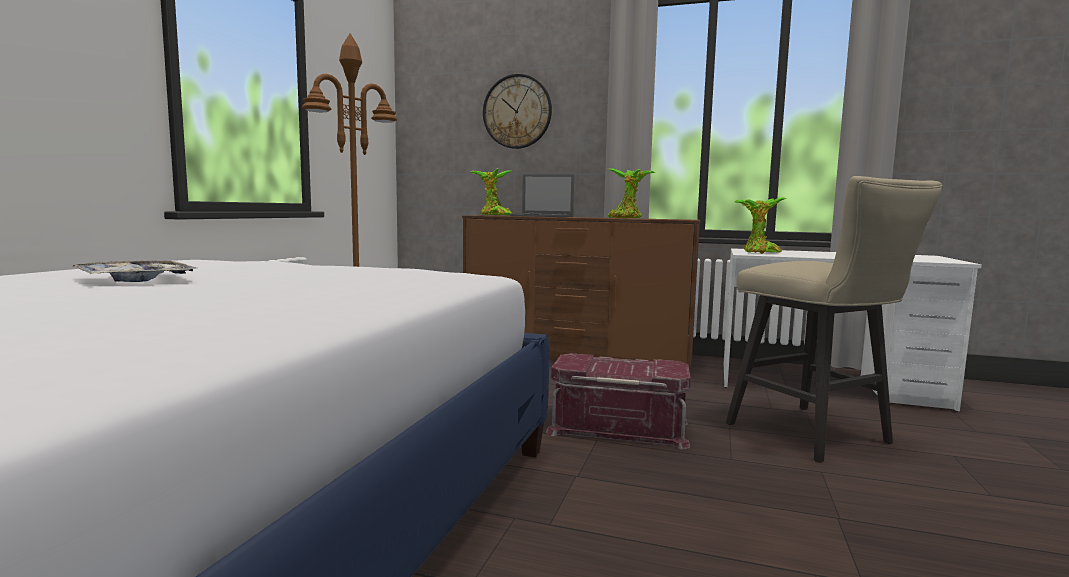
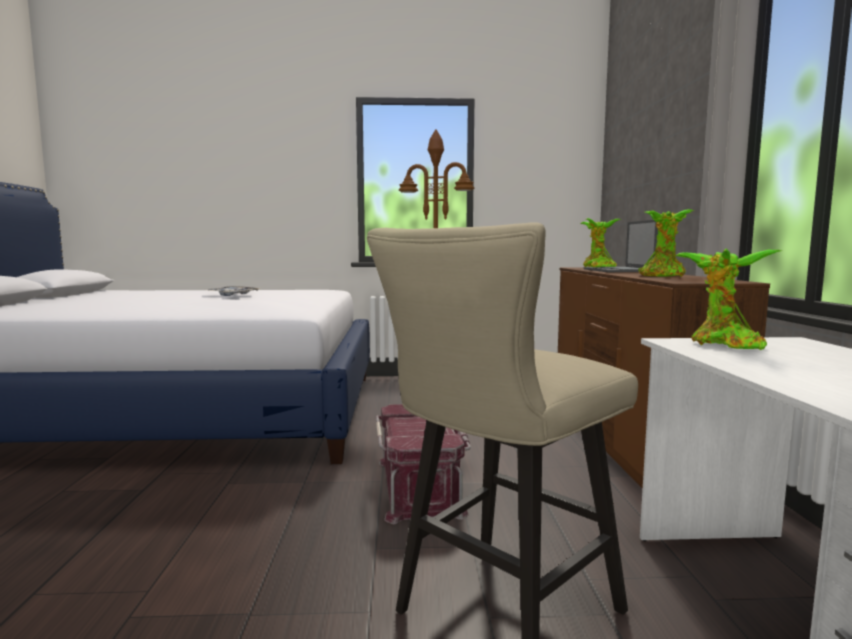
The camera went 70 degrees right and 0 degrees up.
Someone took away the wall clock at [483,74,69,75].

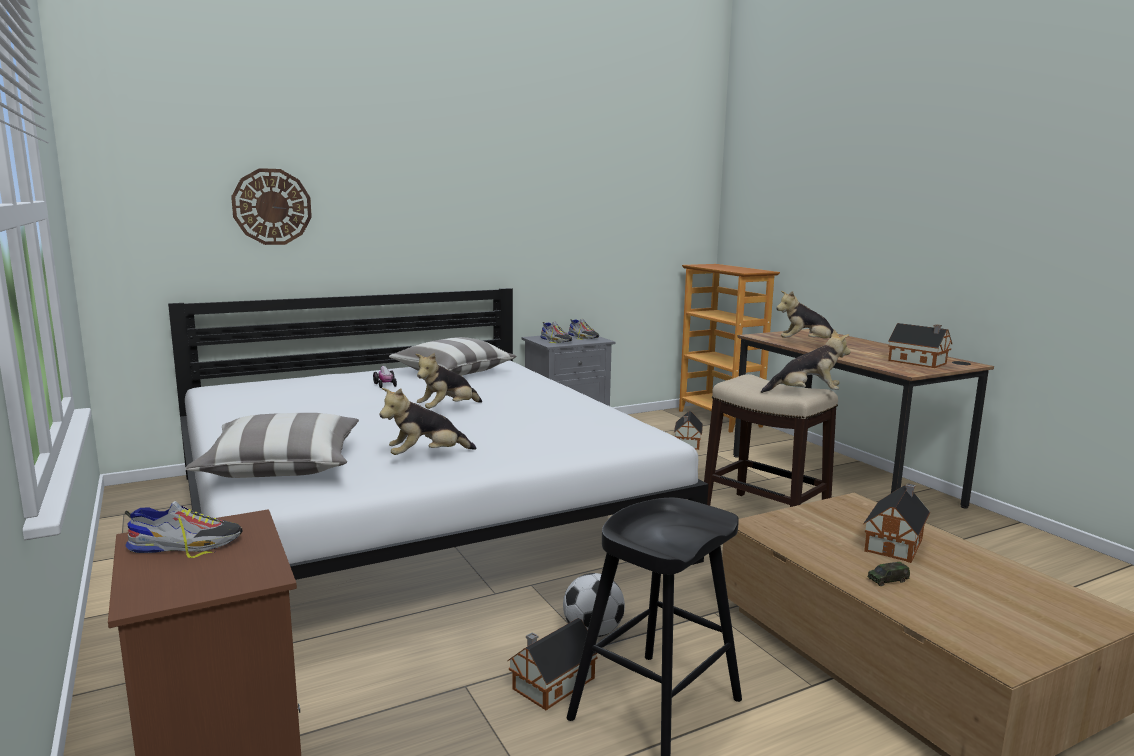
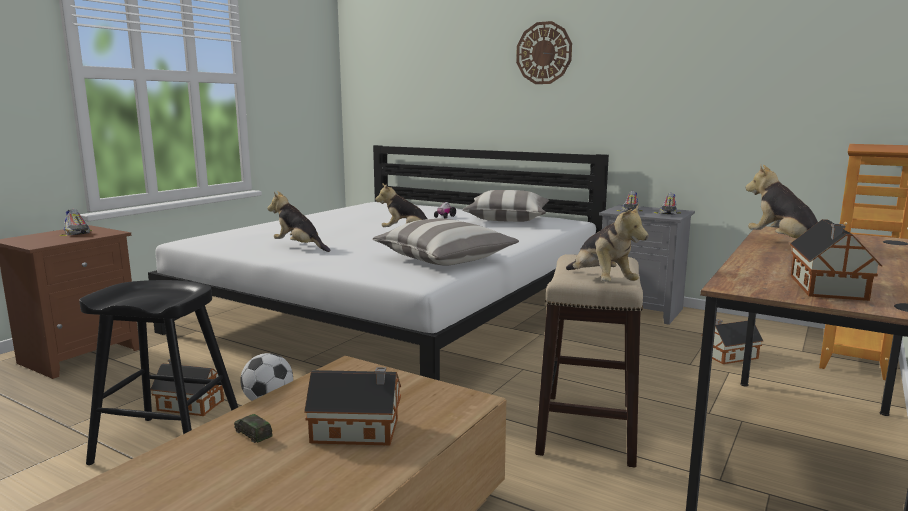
The camera went 60 degrees right and 0 degrees up.
Someone carried the pillow from [185,413,174,65] to [372,218,147,48].
Someone carried the wall clock from [231,168,81,77] to [516,21,56,63].

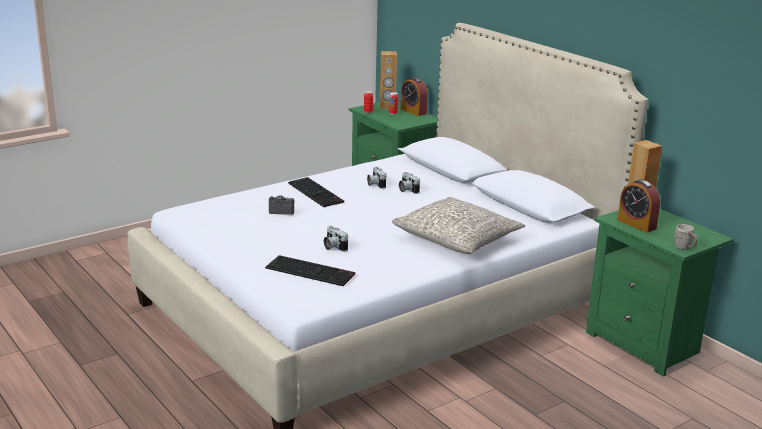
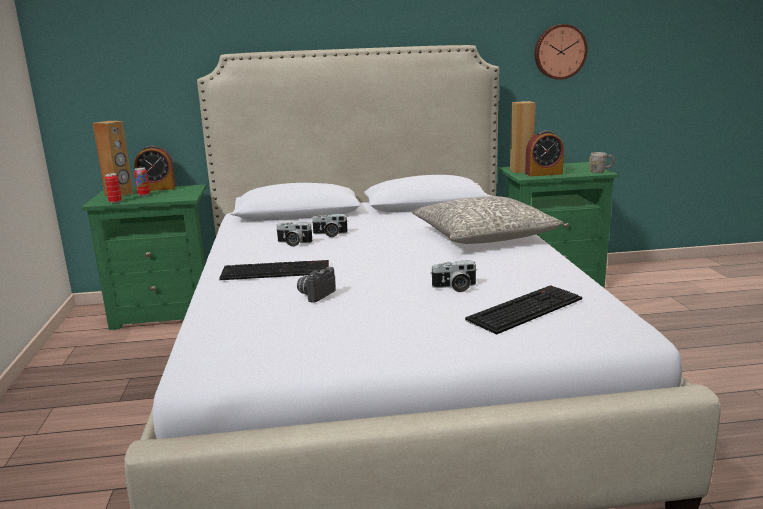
The camera went 60 degrees left and 5 degrees down.
Someone put up the wall clock at [534,24,54,56].

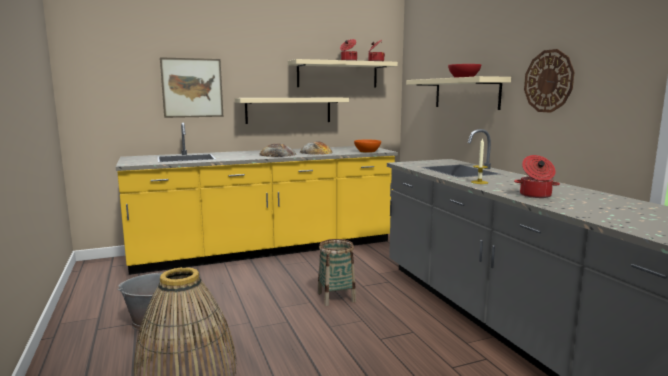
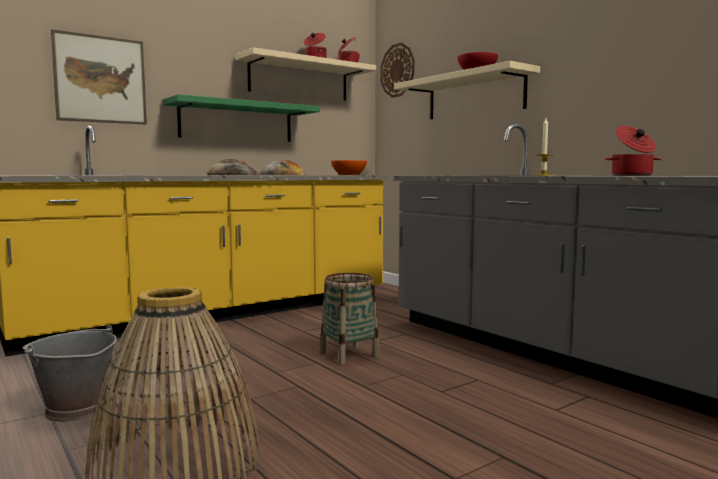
The camera went 15 degrees left and 5 degrees down.
Someone repainted the shelf (beige) at [235,98,114,26], which became the shelf (green) at [163,94,157,48].
Someone carried the wall clock from [524,49,50,64] to [380,43,34,55].

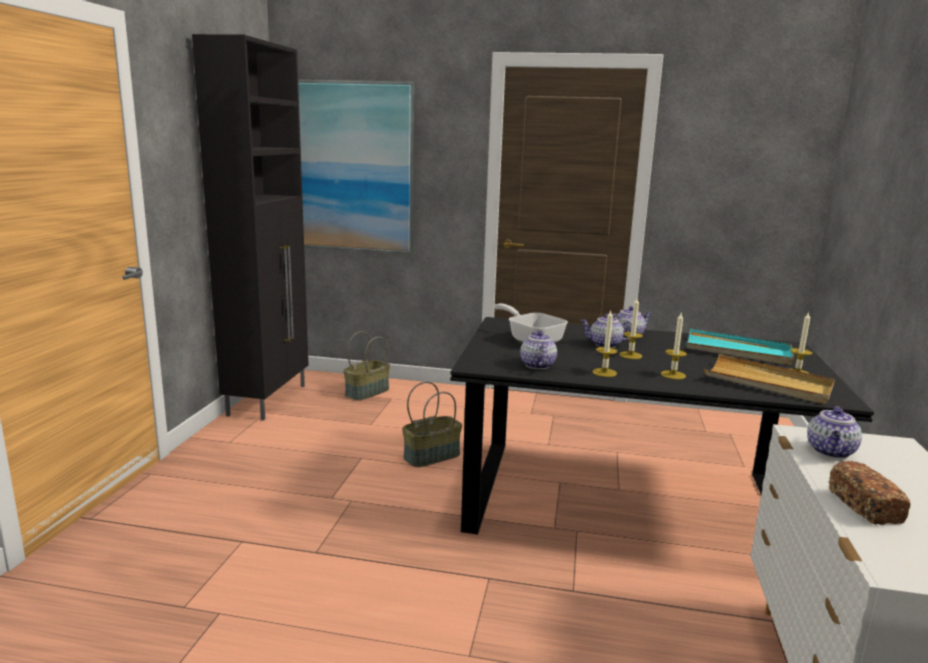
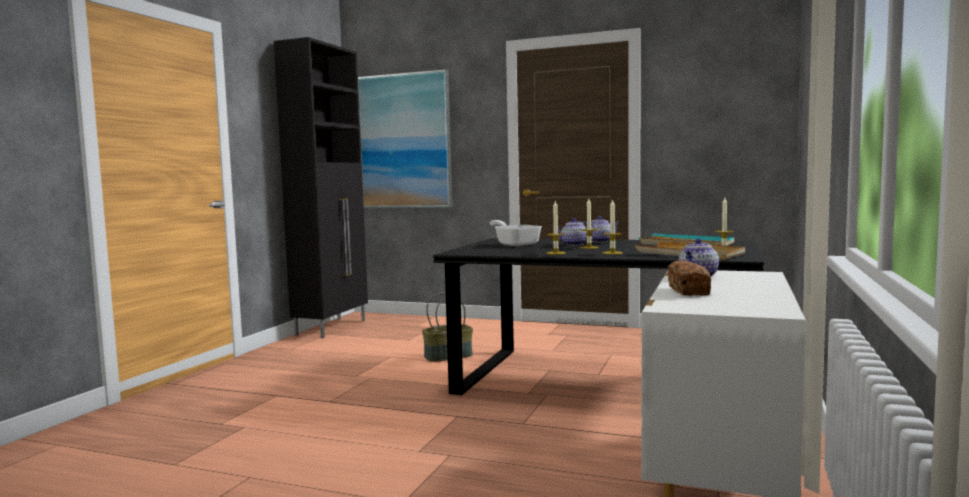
The camera went 10 degrees right and 10 degrees down.
Someone took away the basket at [343,331,47,70].
Someone took away the teapot at [520,331,37,38].

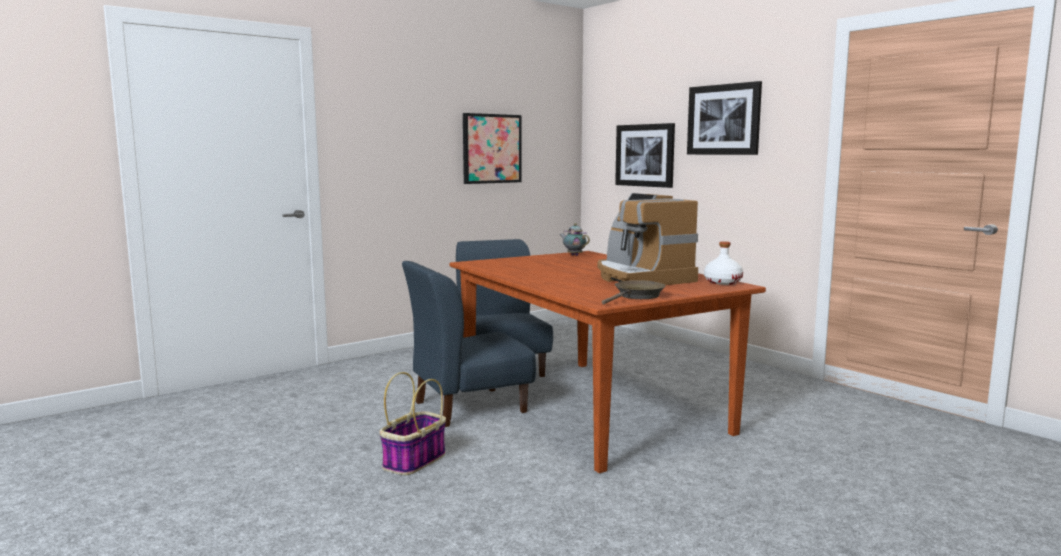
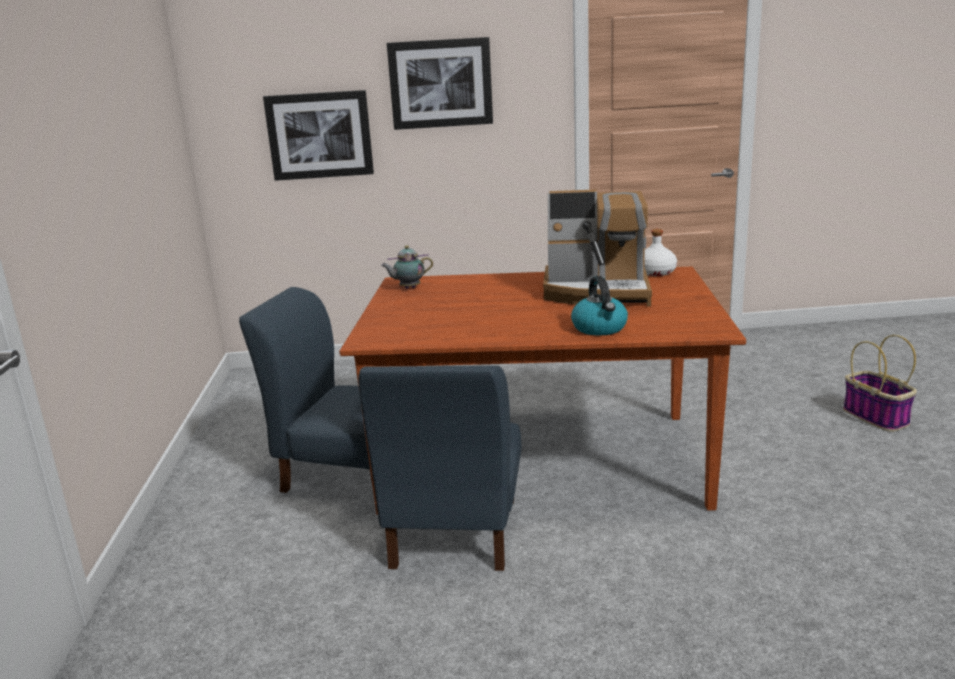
The camera went 55 degrees left and 10 degrees up.
Someone carried the basket from [379,372,67,103] to [843,335,74,97].
Someone took away the picture at [463,113,59,71].
Someone took away the frying pan (brown) at [602,280,64,25].
Someone put down the kettle at [571,276,57,60].

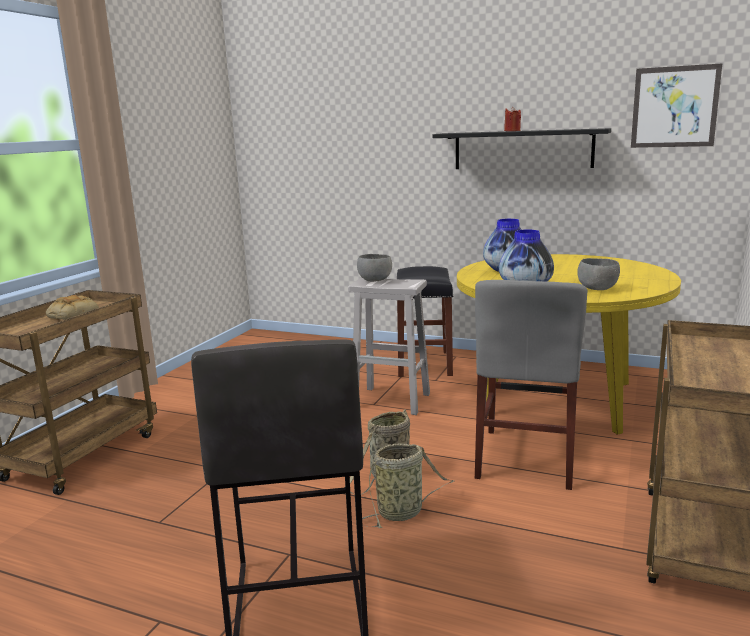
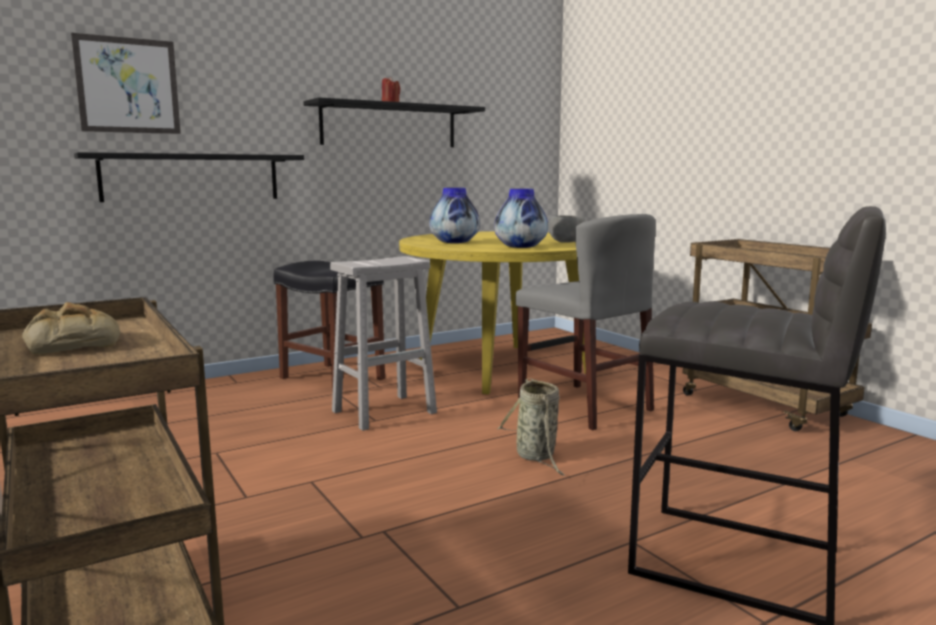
The camera went 55 degrees left and 5 degrees down.
Someone took away the bowl (grey) at [357,254,35,28].
Someone took away the basket at [362,443,92,85].
Someone carried the picture from [631,64,91,84] to [71,33,110,101].
Someone put up the shelf (black) at [74,152,230,50].

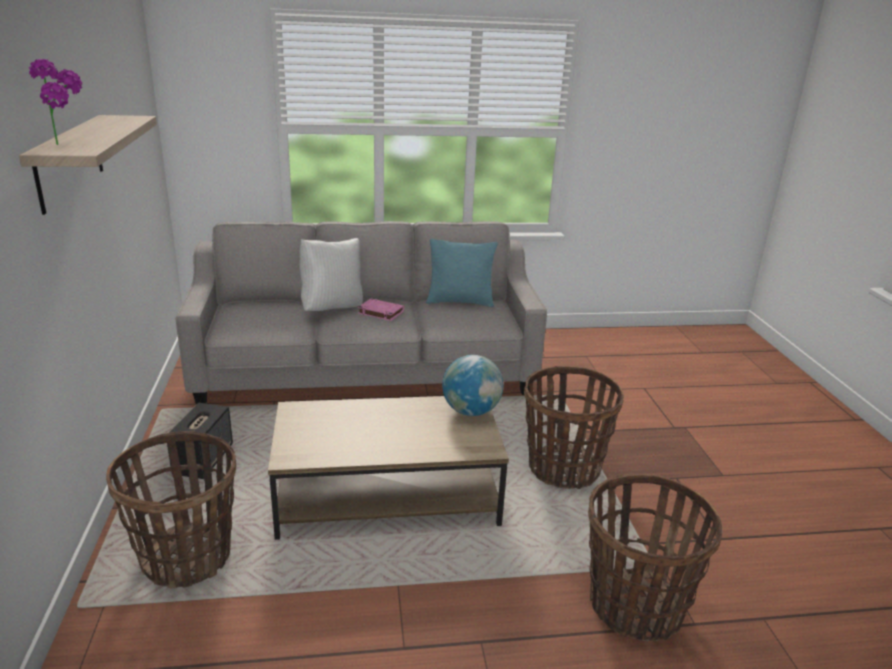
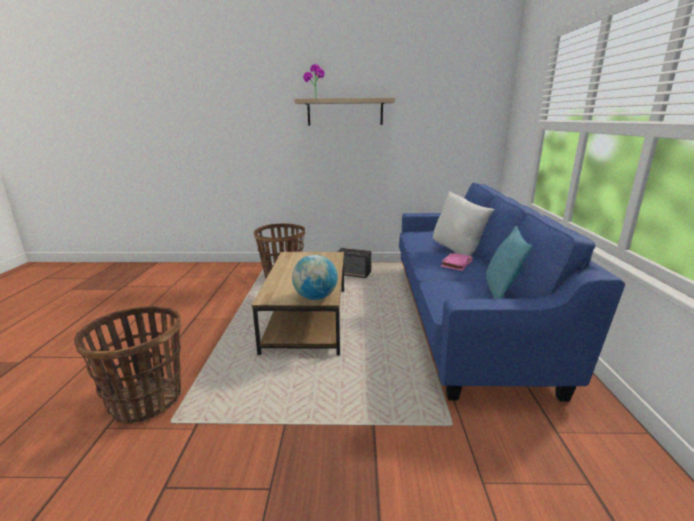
The camera went 100 degrees right and 5 degrees down.
Someone repainted the sofa (grey) at [176,221,371,183], which became the sofa (blue) at [399,183,226,218].
Someone took away the basket at [524,366,100,123].

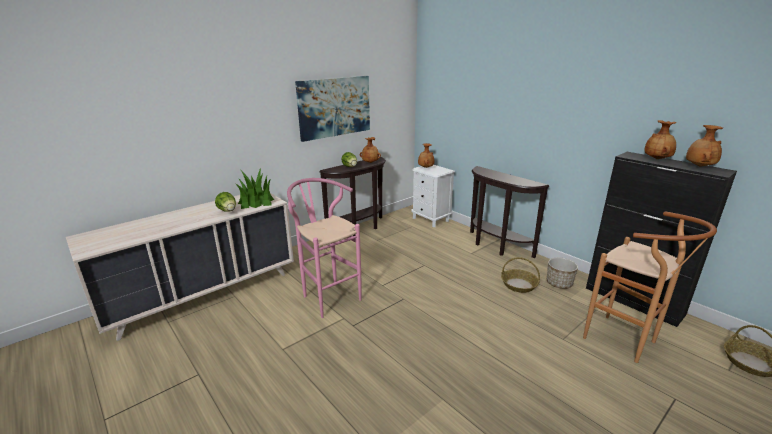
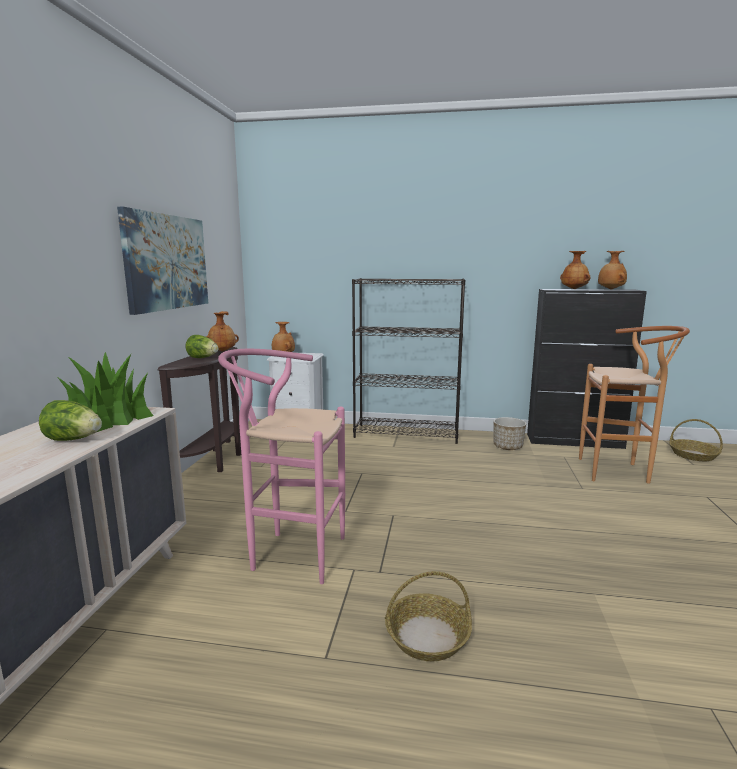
The camera went 40 degrees left and 10 degrees down.
Someone swapped the console table (brown) at [470,166,80,92] for the bookcase (black) at [352,278,113,166].
Someone carried the basket from [501,257,39,36] to [385,571,87,90].

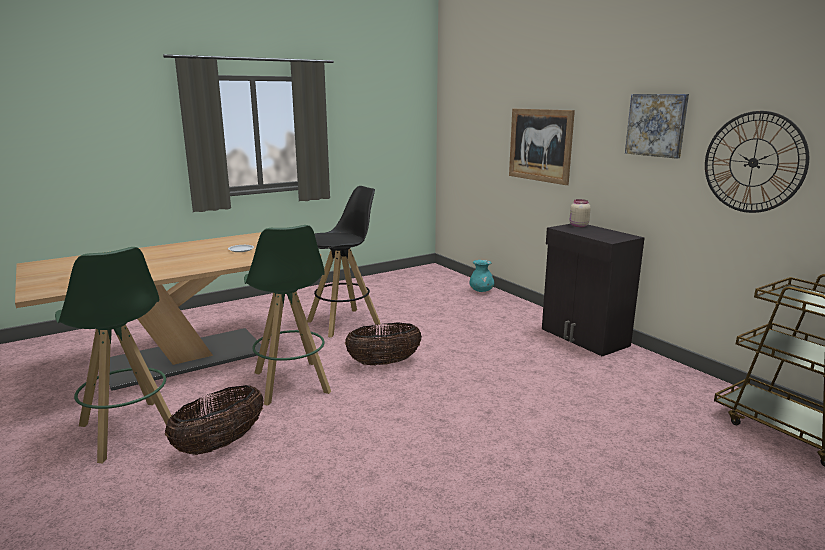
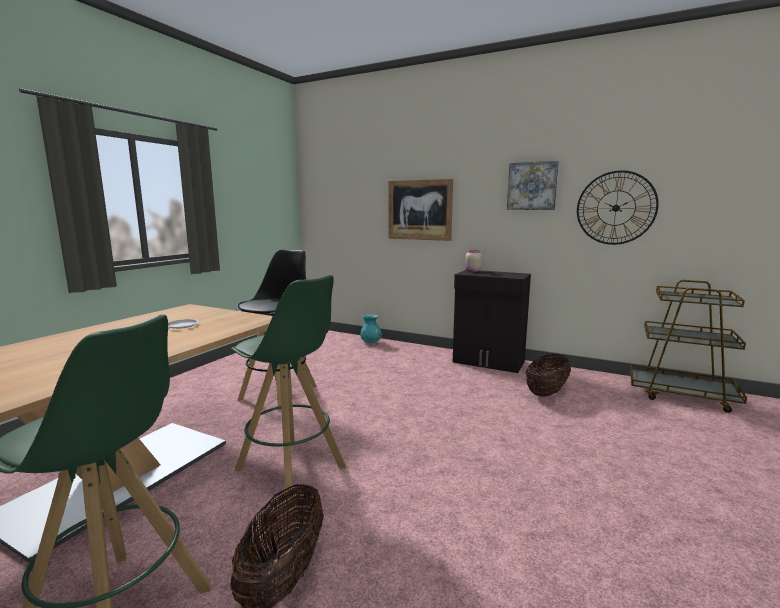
The camera went 30 degrees left and 5 degrees down.
Someone carried the basket from [345,322,77,44] to [526,354,45,43].

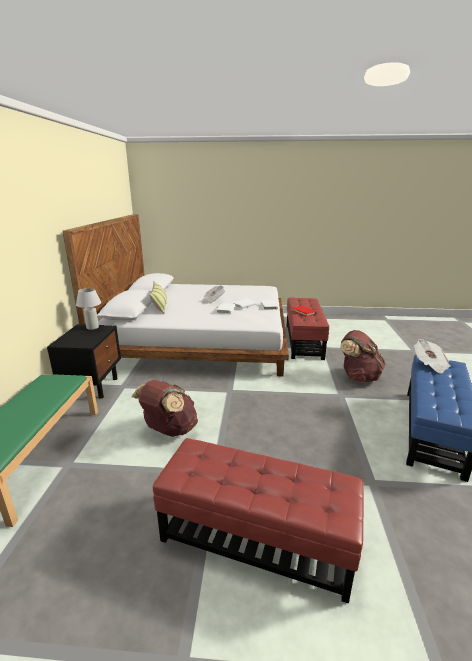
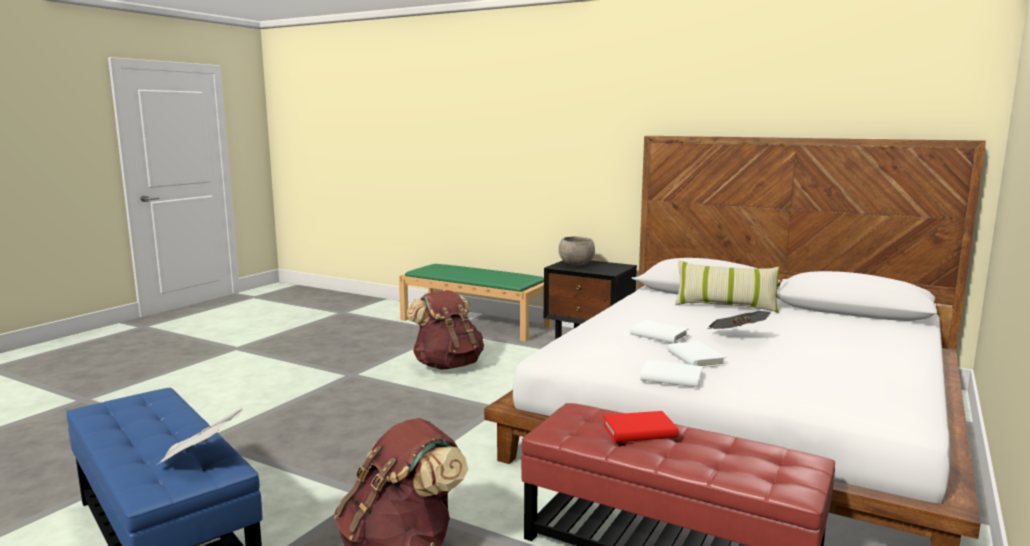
The camera went 115 degrees right and 10 degrees down.
Someone took away the table lamp (white) at [76,288,25,42].
Someone took away the ottoman (red) at [153,438,210,166].
Someone put down the bowl (grey) at [559,236,36,30].

